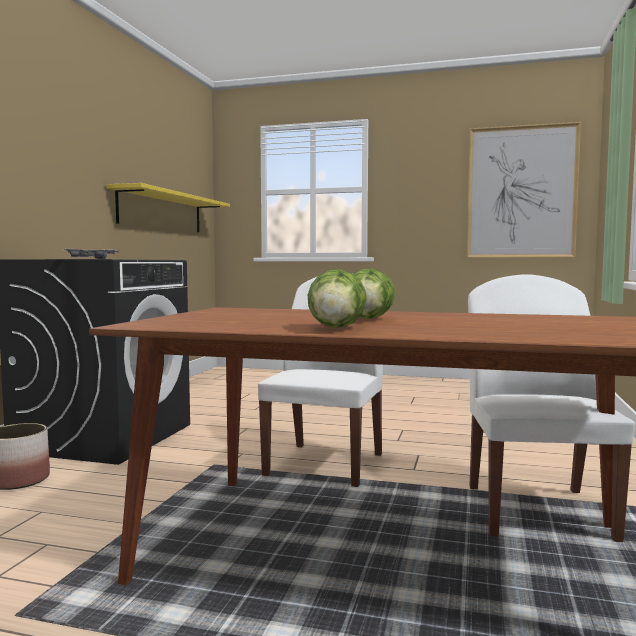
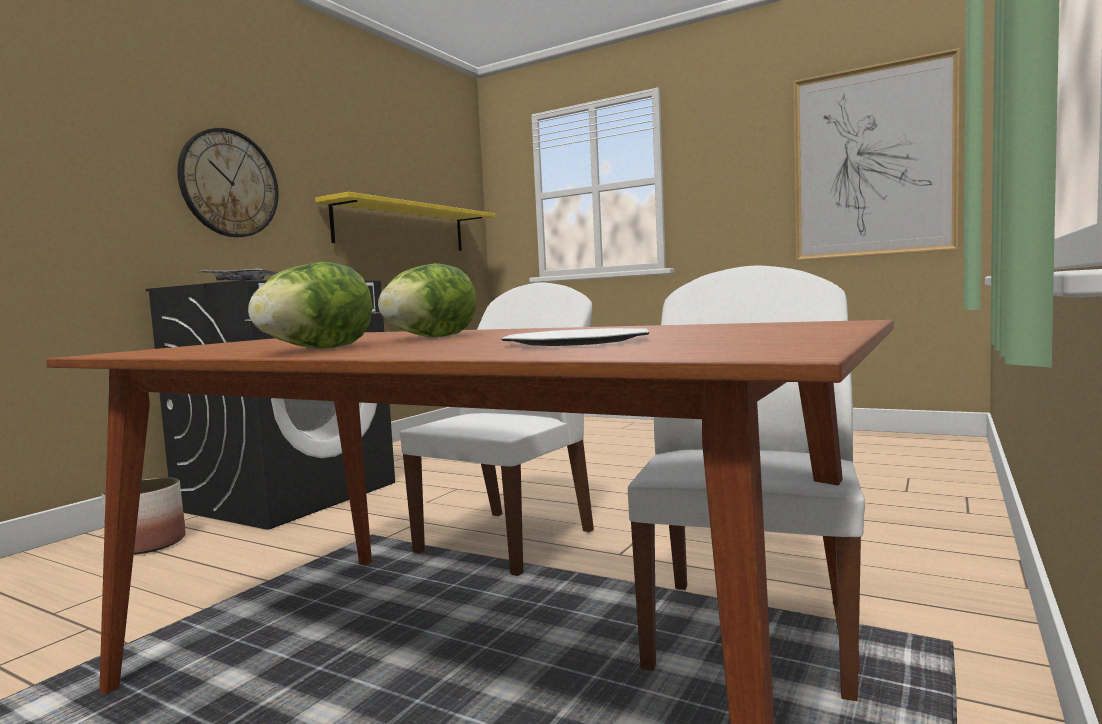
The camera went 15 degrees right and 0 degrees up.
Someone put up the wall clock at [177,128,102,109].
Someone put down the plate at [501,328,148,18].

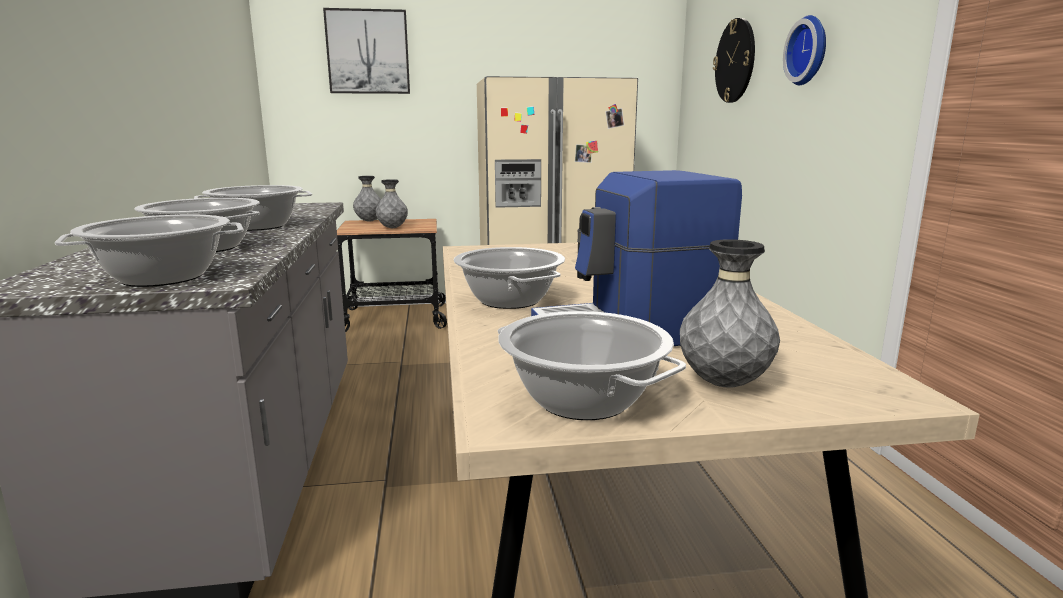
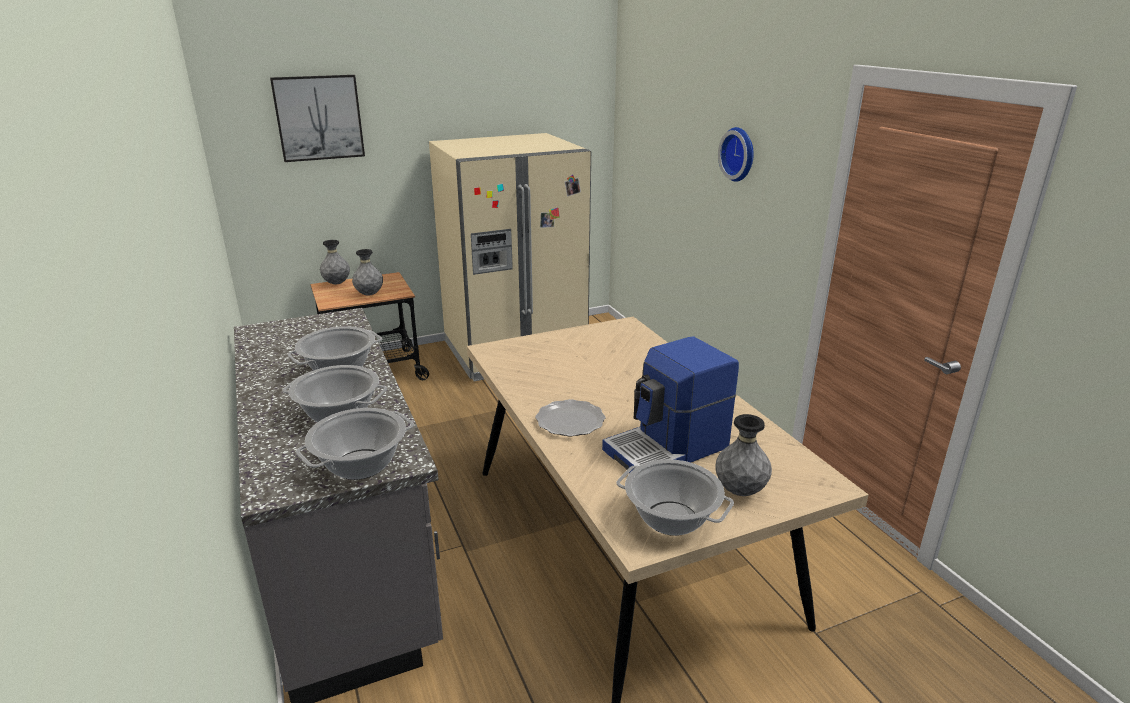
The camera went 15 degrees left and 10 degrees up.
Someone swapped the cooking pot at [454,247,111,62] for the plate at [535,399,71,37].
Someone took away the wall clock at [713,18,42,85].

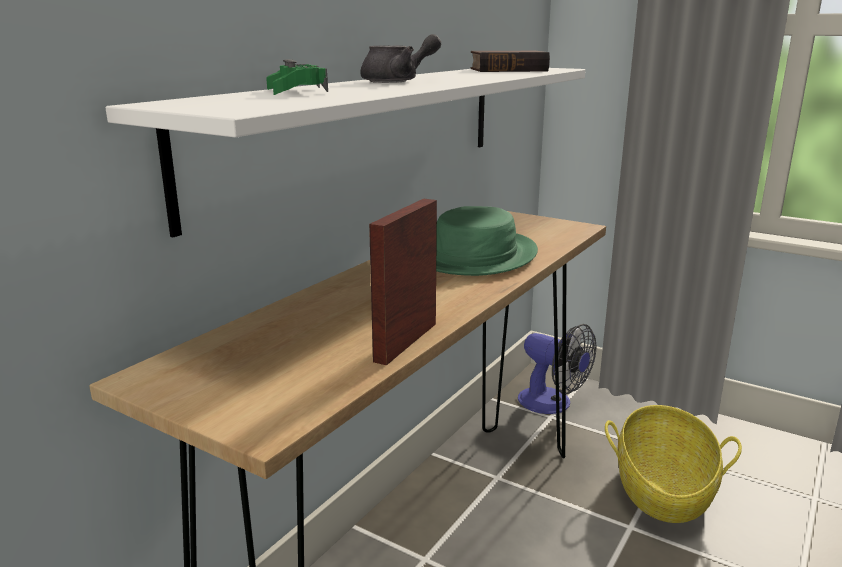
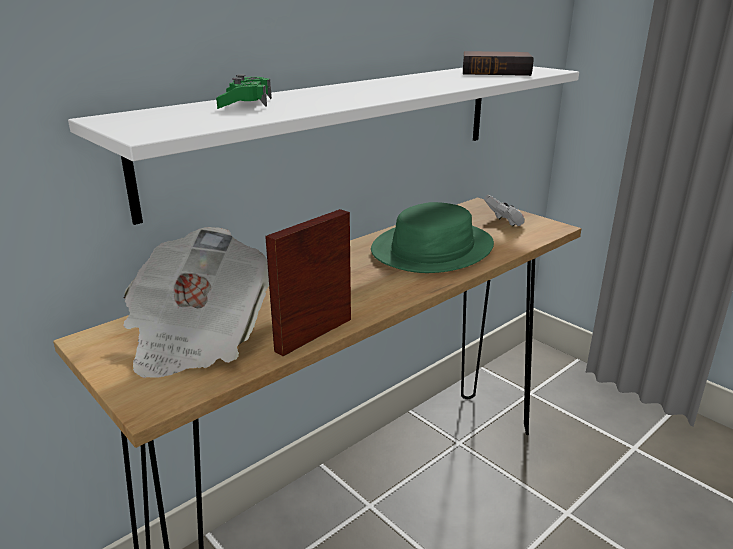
The camera went 15 degrees right and 5 degrees up.
Someone took away the teapot (grey) at [361,34,80,49].
Someone took away the fan at [518,324,79,90].
Someone took away the basket at [605,405,137,118].
Someone put down the newspaper at [123,227,146,151].
Someone put down the game controller (white) at [484,194,41,32].

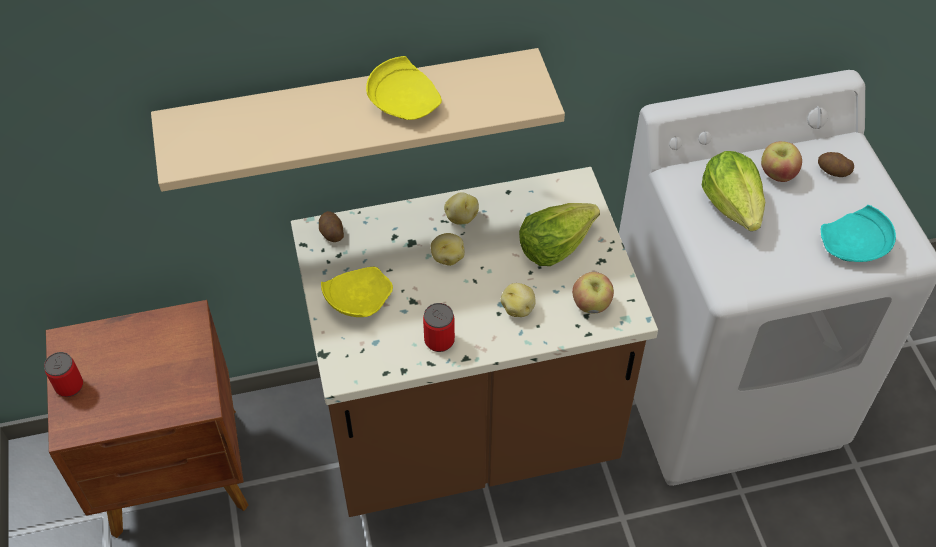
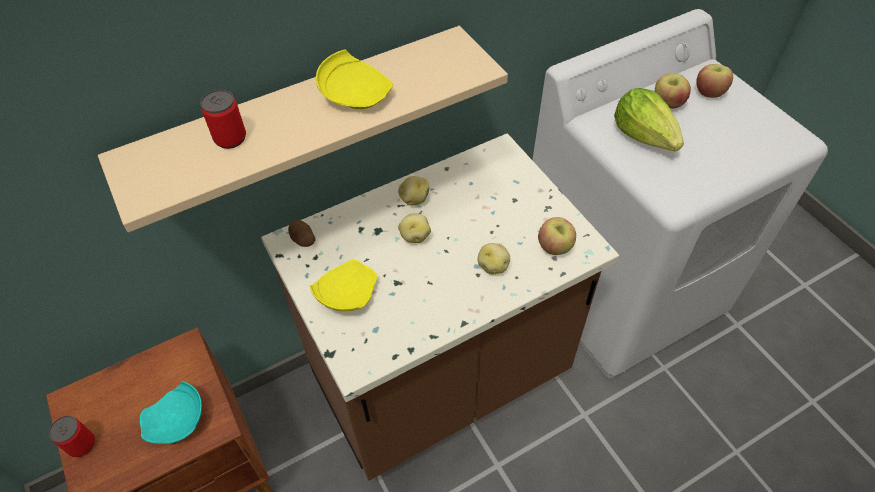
The camera went 15 degrees left and 0 degrees up.
Someone carried the can from [423,303,32,49] to [200,90,46,59].
Someone took away the lettuce at [519,203,81,63].
Someone swapped the potato at [818,152,36,25] for the apple at [696,64,37,34].
Someone carried the plate (turquoise) from [821,205,75,57] to [140,381,62,63].

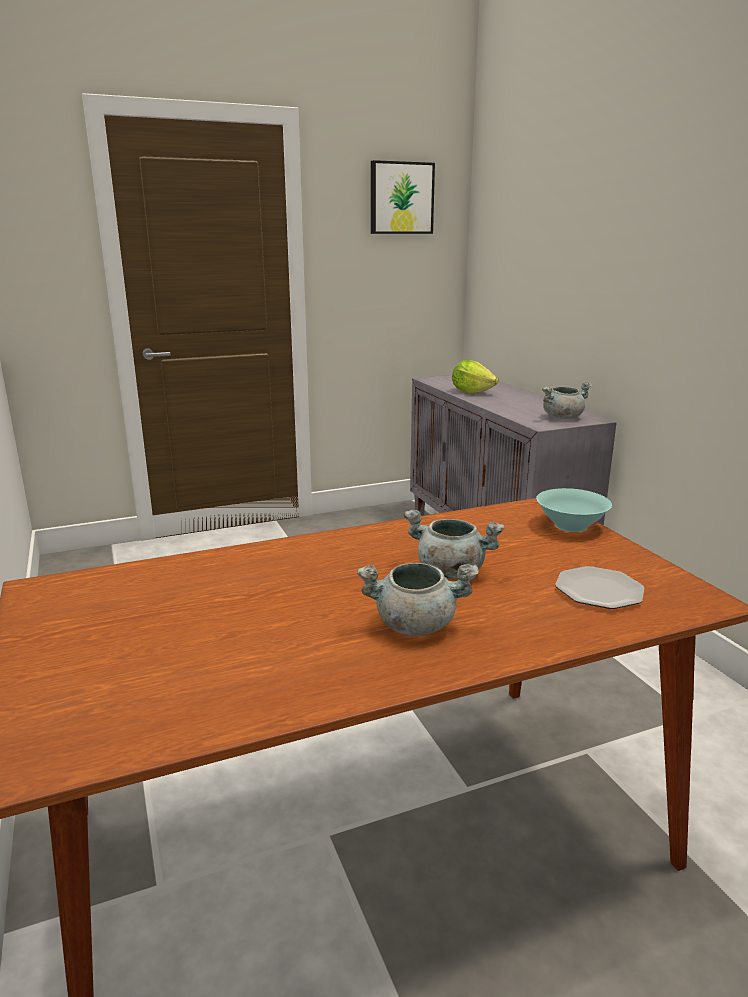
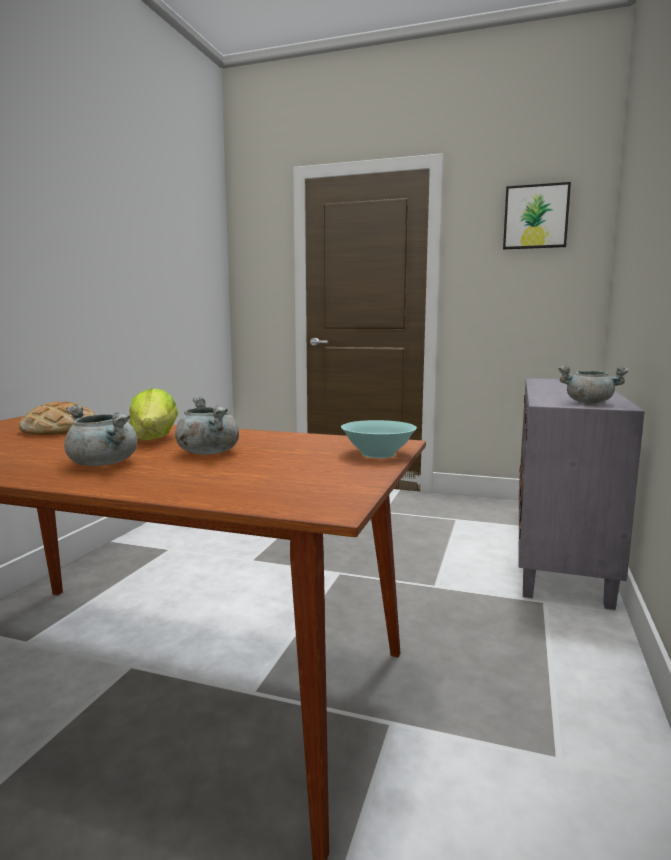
The camera went 40 degrees right and 10 degrees down.
Someone carried the lettuce from [452,360,46,34] to [129,388,49,52].
Someone took away the plate at [555,566,90,43].
Someone put down the bread at [19,402,76,33].

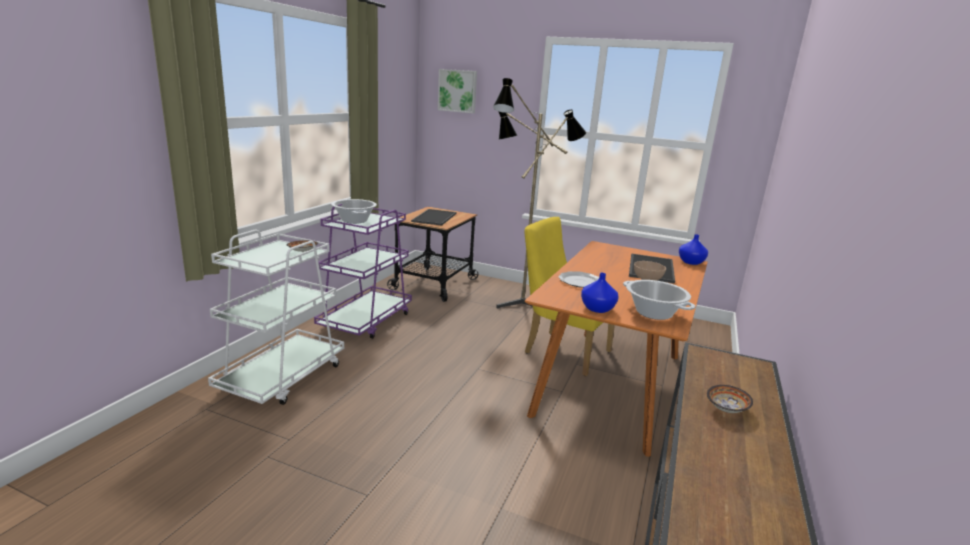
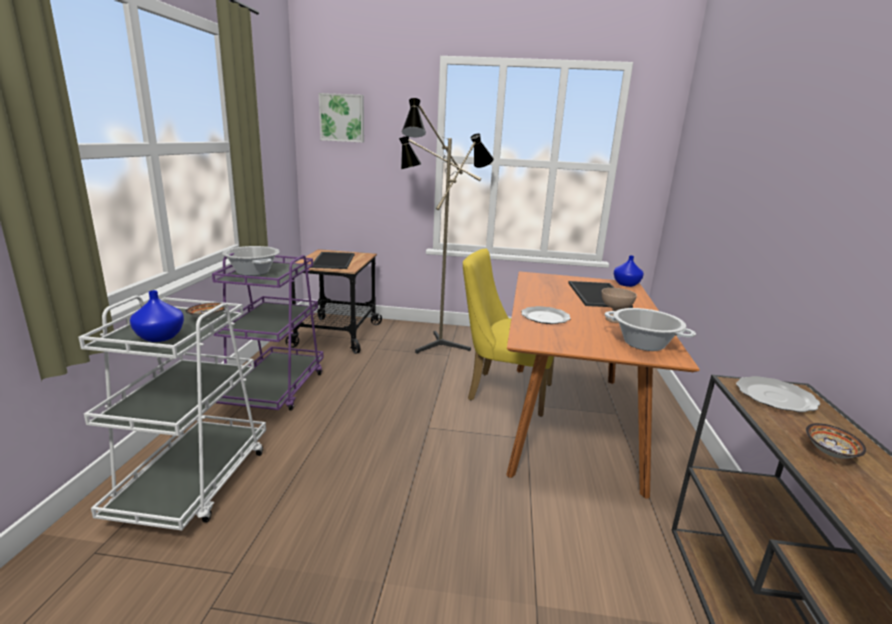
The camera went 15 degrees left and 0 degrees up.
Someone carried the vase (blue) from [581,273,38,40] to [130,290,54,52].
Someone put down the plate at [736,376,84,36].

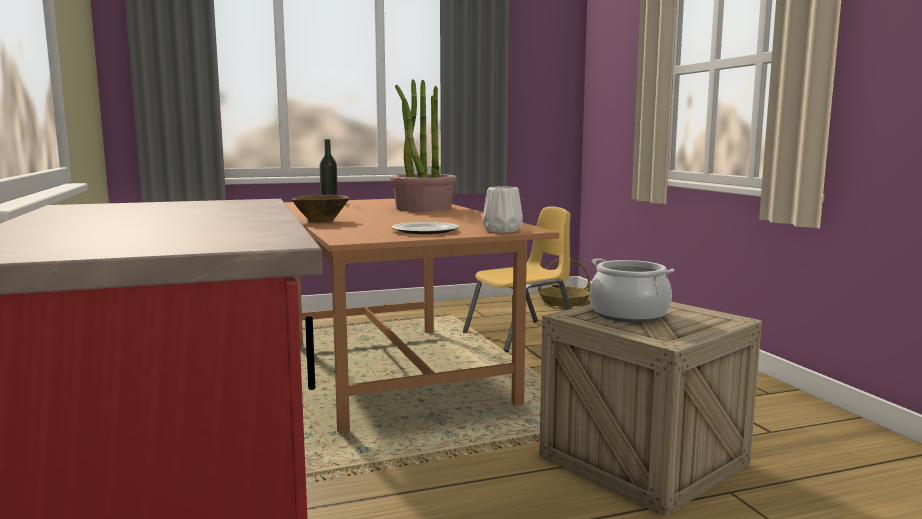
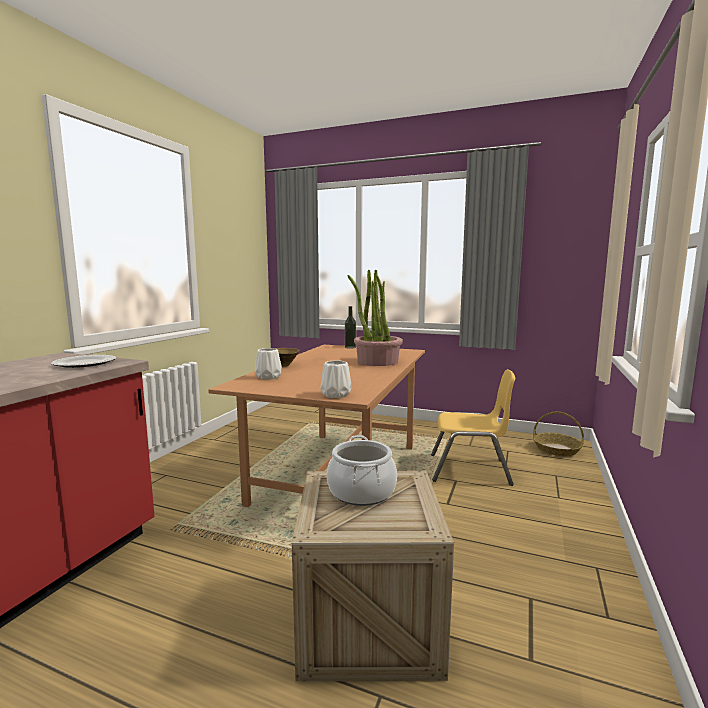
The camera went 40 degrees right and 0 degrees up.
Someone carried the plate from [392,222,67,12] to [51,355,65,13].
Someone put down the vase (white) at [255,348,27,32].

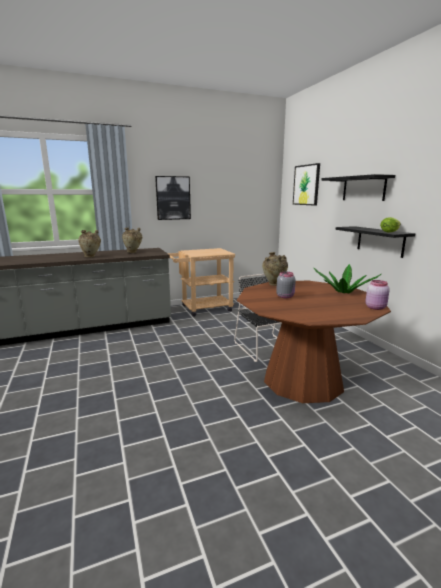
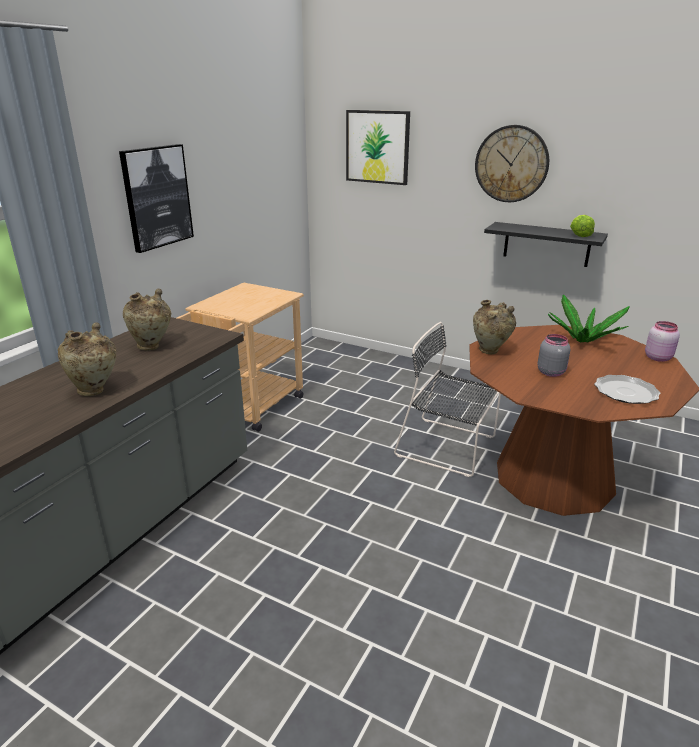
The camera went 40 degrees left and 10 degrees up.
Someone swapped the shelf (black) at [321,174,74,27] for the wall clock at [475,125,74,77].
Someone put down the plate at [594,375,66,29].

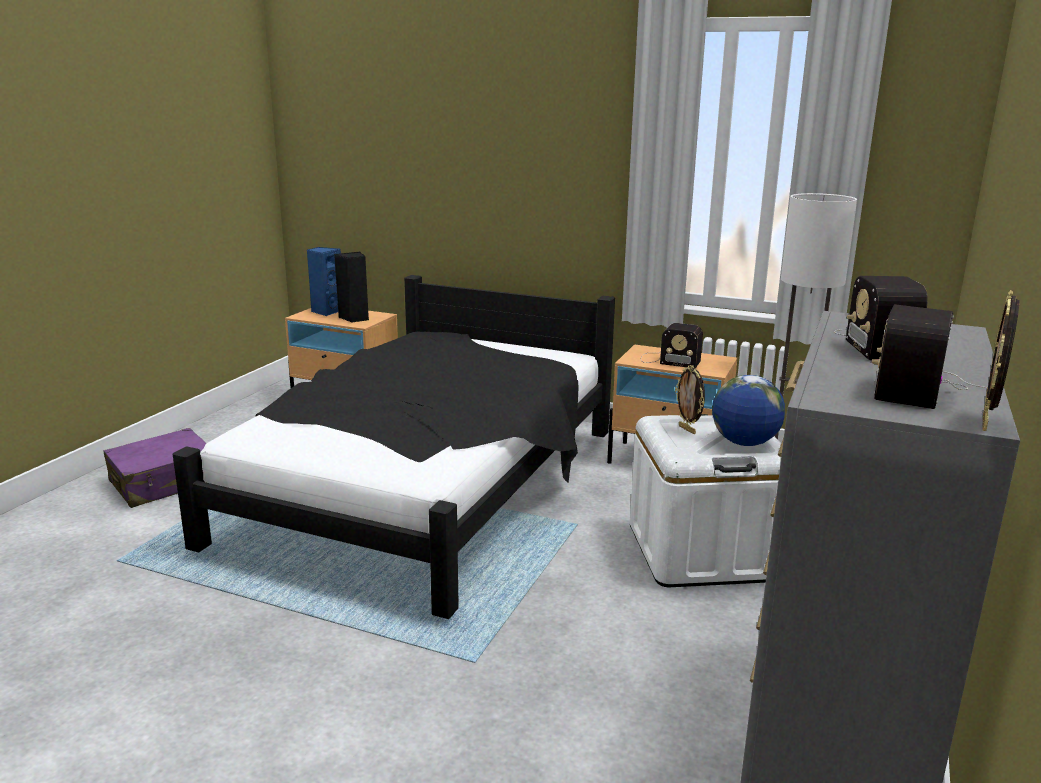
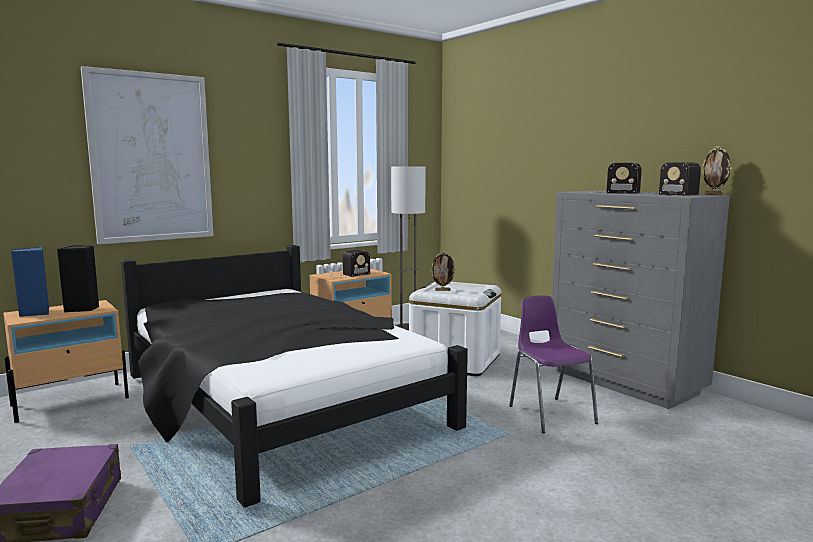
The camera went 60 degrees left and 10 degrees down.
Someone took away the globe at [712,375,73,71].
Someone put up the picture at [81,66,133,178].
Someone put down the chair (purple) at [509,295,89,138].

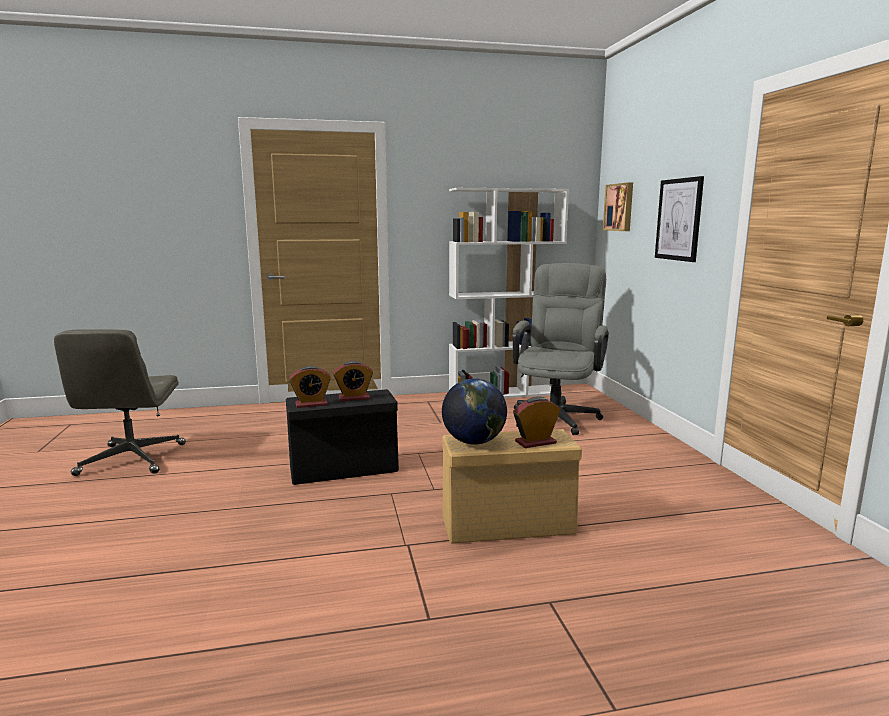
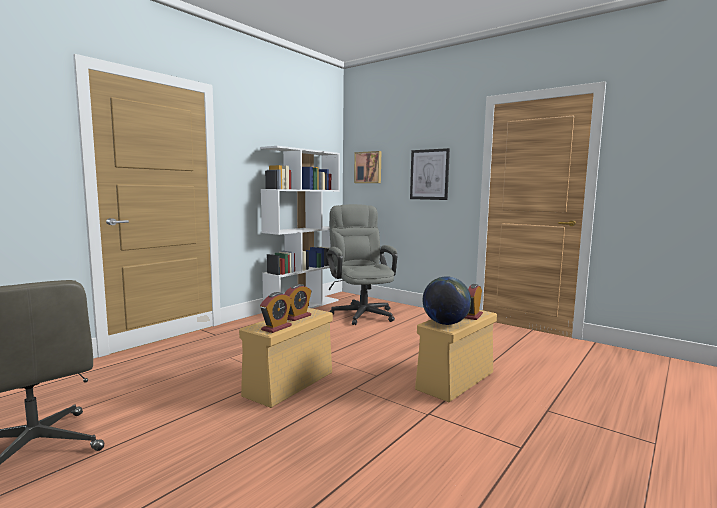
The camera went 40 degrees left and 5 degrees down.
Someone repainted the storage box (black) at [286,389,113,96], which became the storage box (beige) at [239,308,94,100].

